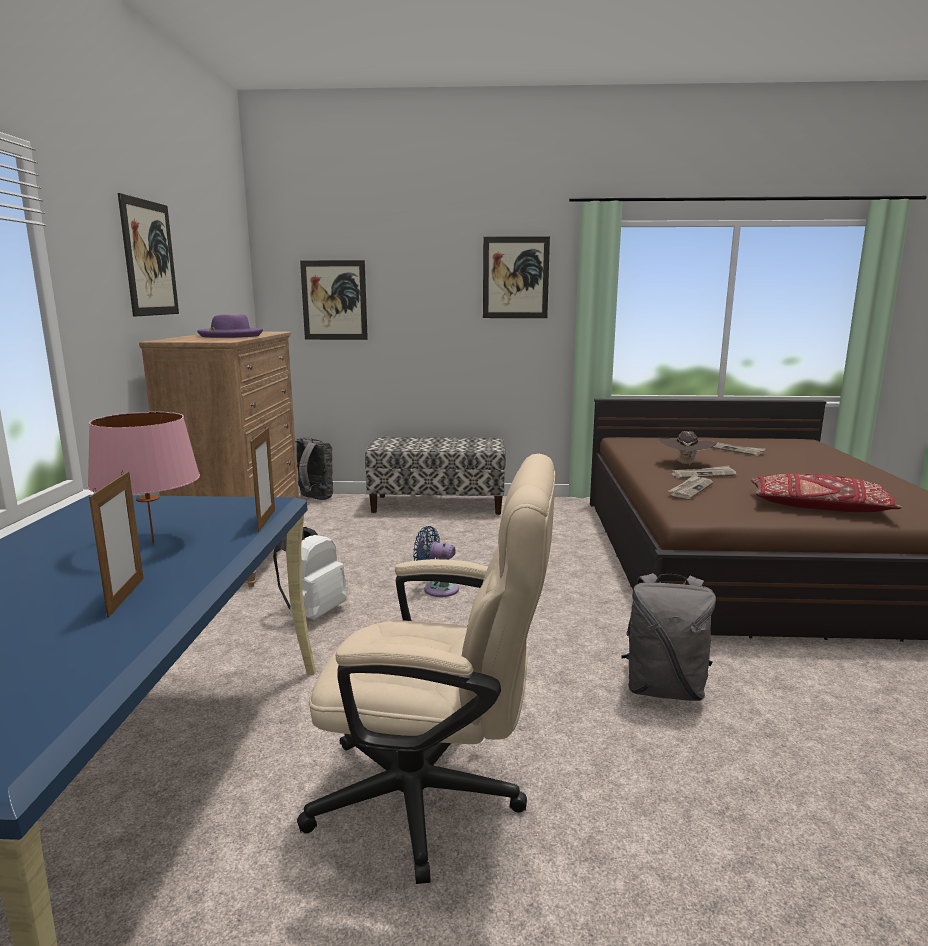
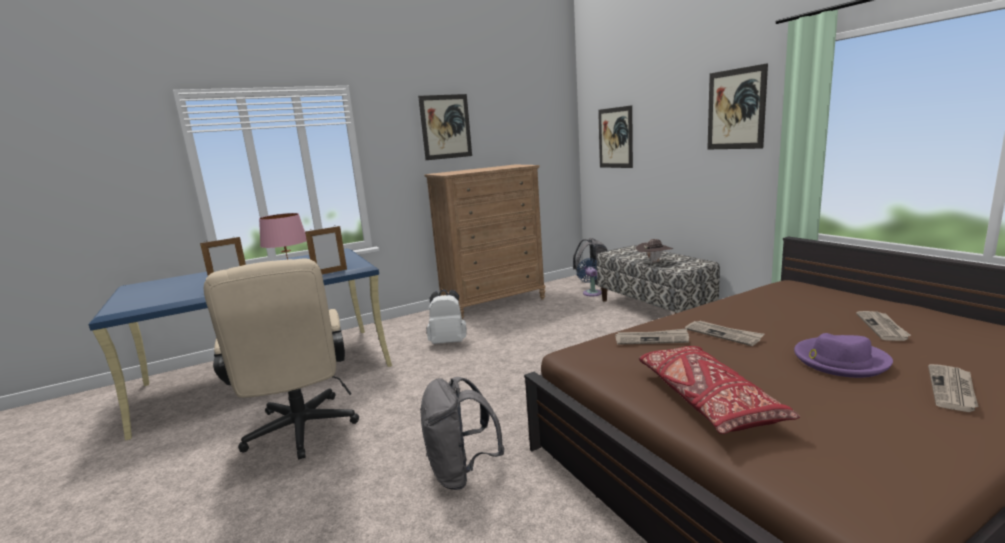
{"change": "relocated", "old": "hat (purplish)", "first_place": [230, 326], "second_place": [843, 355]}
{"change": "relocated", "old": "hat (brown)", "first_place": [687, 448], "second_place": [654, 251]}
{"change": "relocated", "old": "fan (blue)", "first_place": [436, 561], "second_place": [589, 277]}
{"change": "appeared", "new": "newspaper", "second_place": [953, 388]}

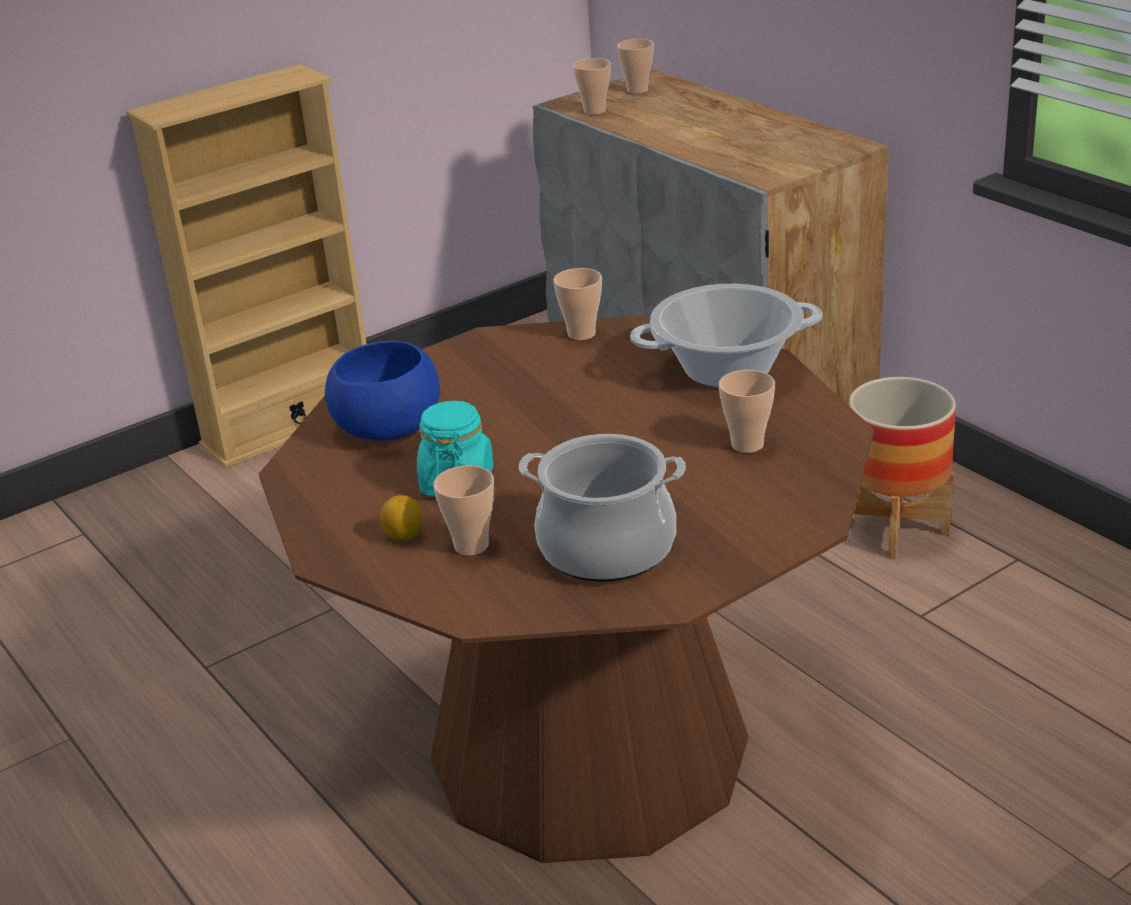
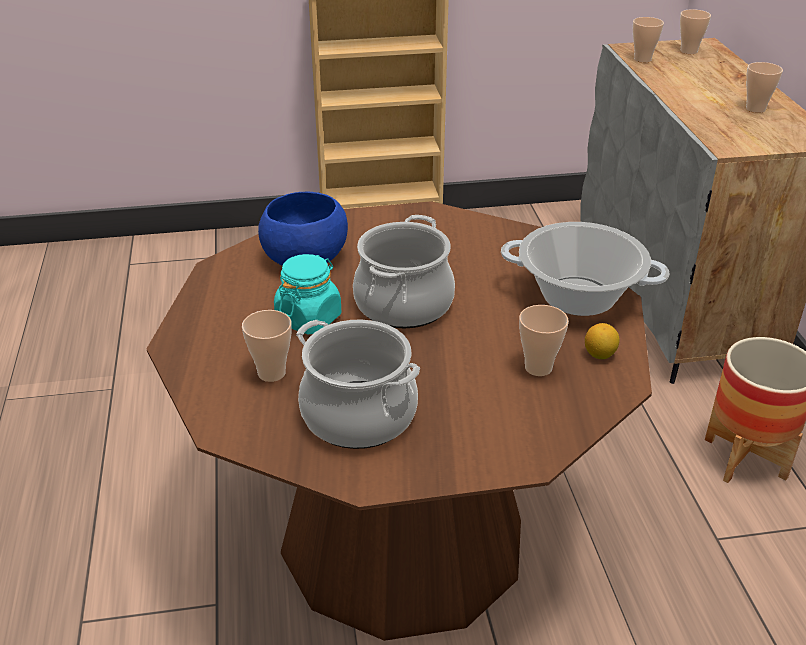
{"change": "relocated", "old": "drinking cup", "first_place": [577, 304], "second_place": [764, 87]}
{"change": "relocated", "old": "lemon", "first_place": [401, 518], "second_place": [602, 341]}
{"change": "appeared", "new": "saucepot", "second_place": [404, 271]}

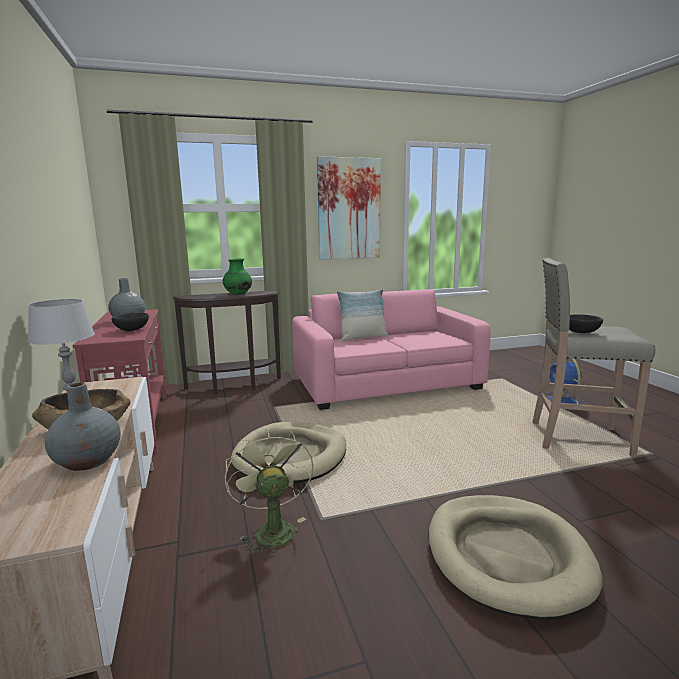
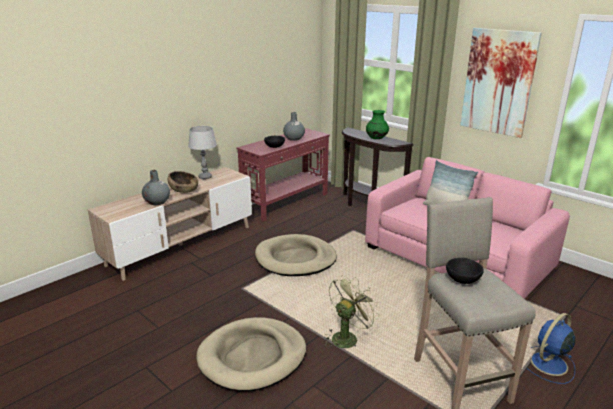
{"change": "relocated", "old": "fan (greenish)", "first_place": [269, 493], "second_place": [352, 311]}

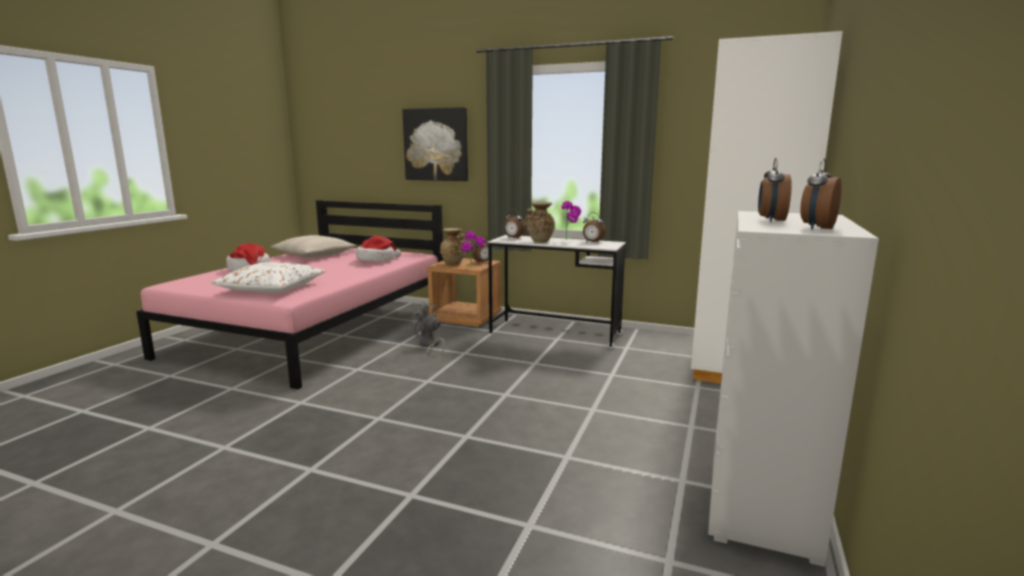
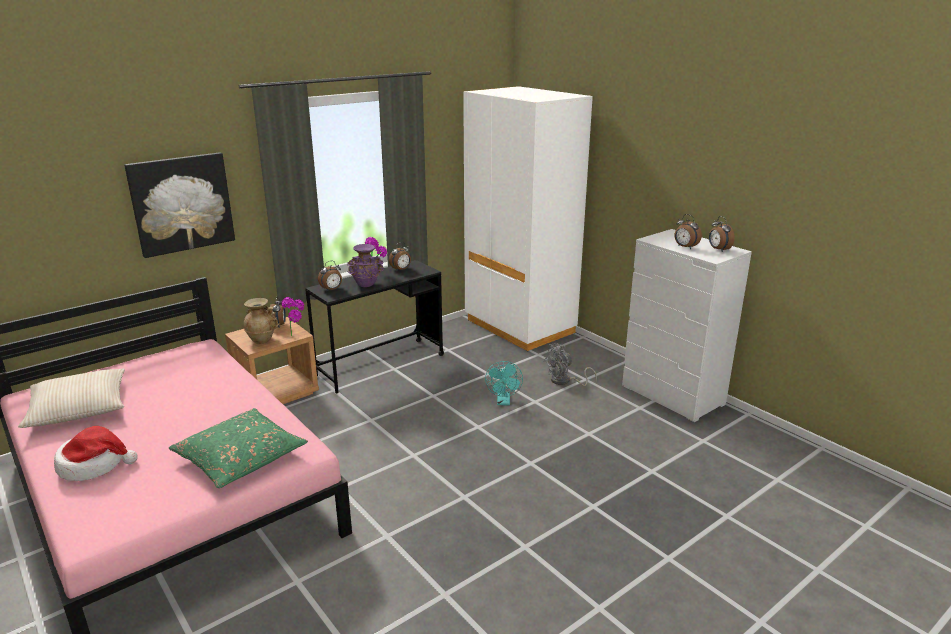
{"change": "colour", "old": "decorative vase (beige)", "new": "decorative vase (purplish)", "first_place": [539, 222], "second_place": [365, 265]}
{"change": "colour", "old": "desk unit (whitish)", "new": "desk unit (black-coloured)", "first_place": [557, 292], "second_place": [374, 327]}
{"change": "missing", "old": "hat", "first_place": [378, 249]}
{"change": "colour", "old": "throw pillow (whitish)", "new": "throw pillow (greenish)", "first_place": [268, 277], "second_place": [238, 448]}
{"change": "relocated", "old": "fan (gray)", "first_place": [428, 329], "second_place": [570, 364]}
{"change": "appeared", "new": "fan (turquoise-coloured)", "second_place": [504, 383]}

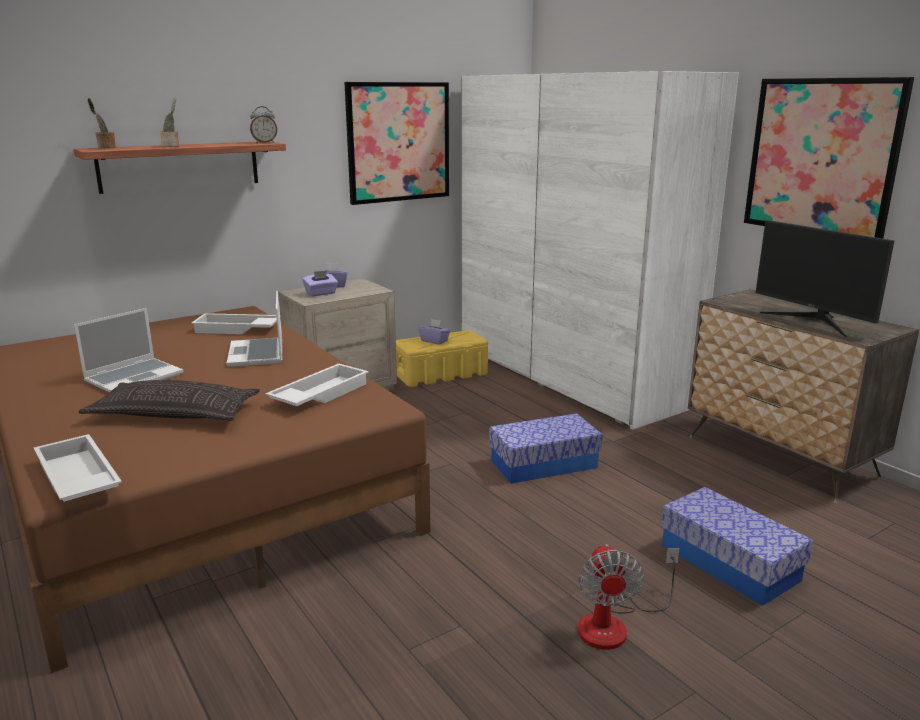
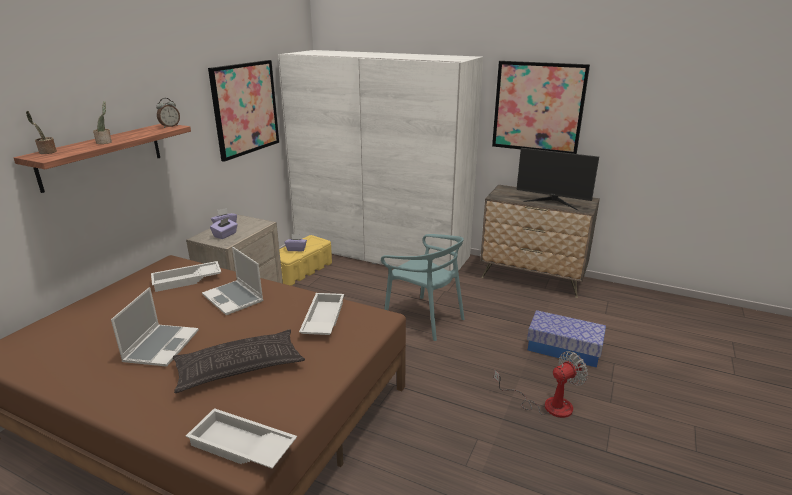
{"change": "exchanged", "old": "storage bin", "new": "plain chair (turquoise-coloured)", "first_place": [546, 448], "second_place": [423, 287]}
{"change": "spun", "old": "fan", "first_place": [628, 597], "second_place": [541, 384], "degrees": -90}

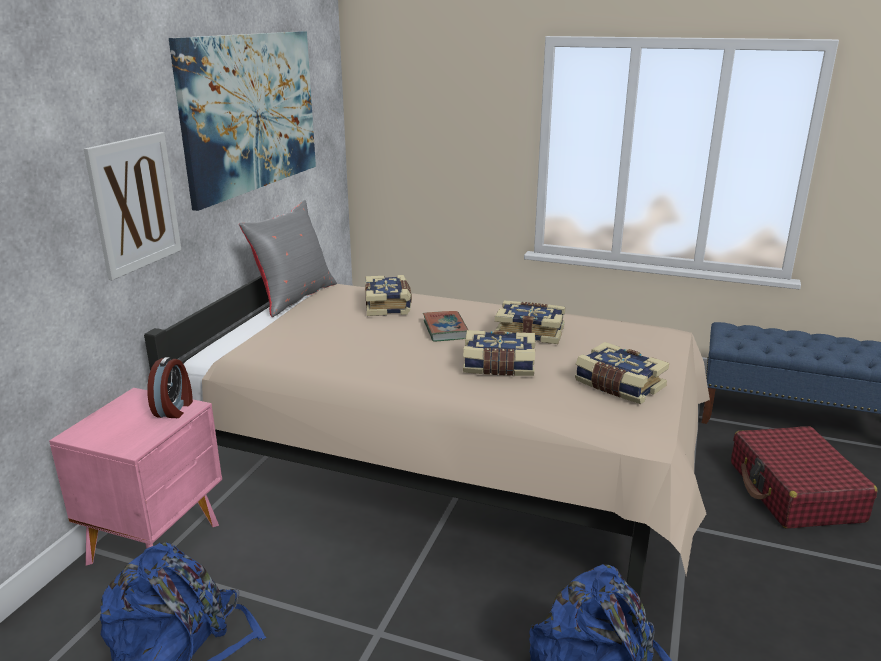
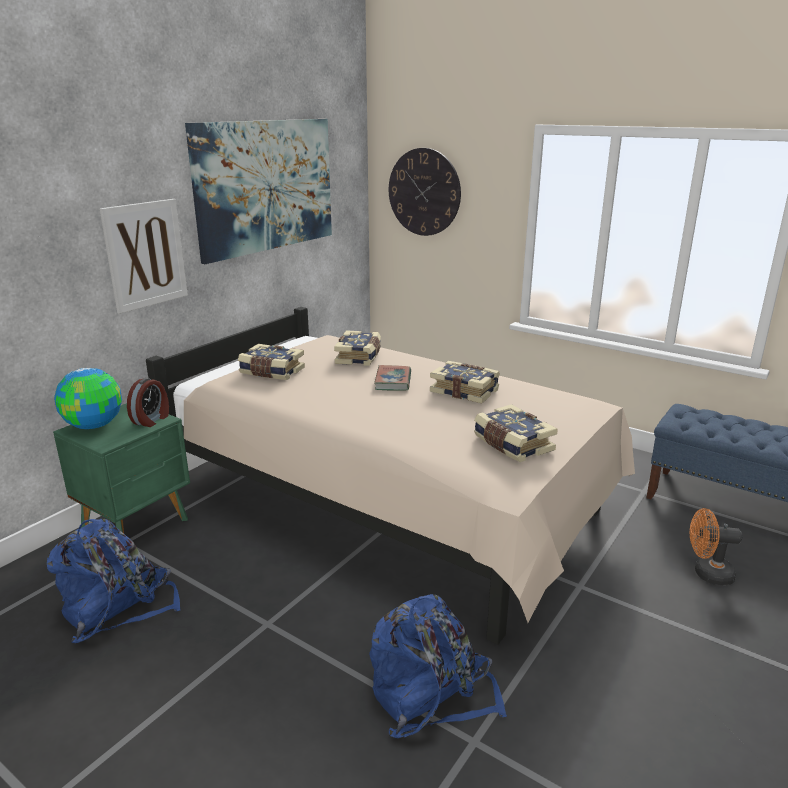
{"change": "missing", "old": "throw pillow (gray)", "first_place": [288, 258]}
{"change": "relocated", "old": "book", "first_place": [499, 353], "second_place": [271, 362]}
{"change": "colour", "old": "night table (pink-coloured)", "new": "night table (greenish)", "first_place": [135, 477], "second_place": [121, 468]}
{"change": "exchanged", "old": "suitcase (red)", "new": "fan (orange-coloured)", "first_place": [804, 477], "second_place": [716, 546]}
{"change": "appeared", "new": "hanging clock", "second_place": [425, 192]}
{"change": "appeared", "new": "world globe", "second_place": [88, 398]}

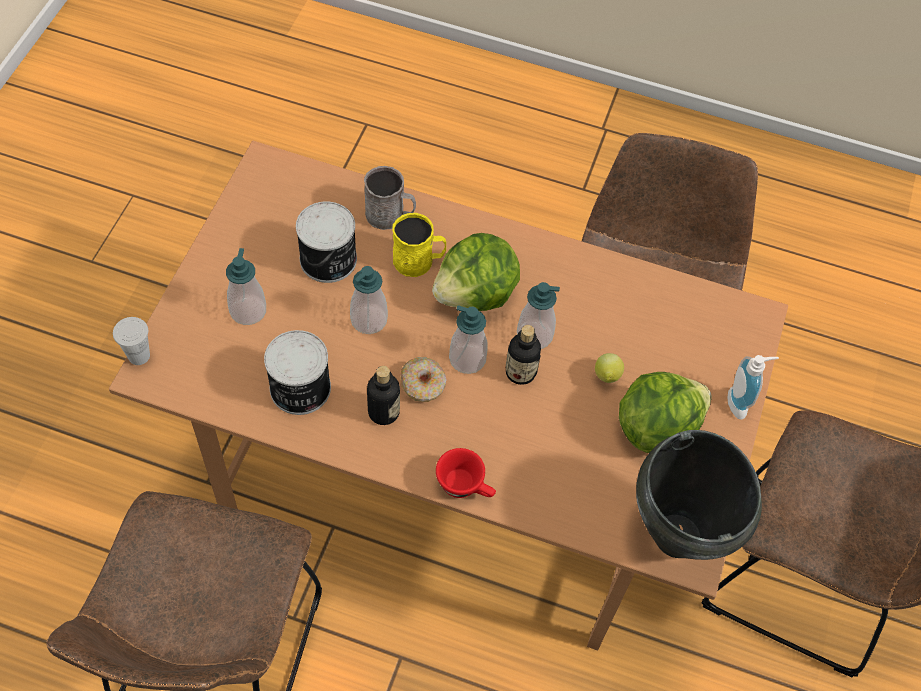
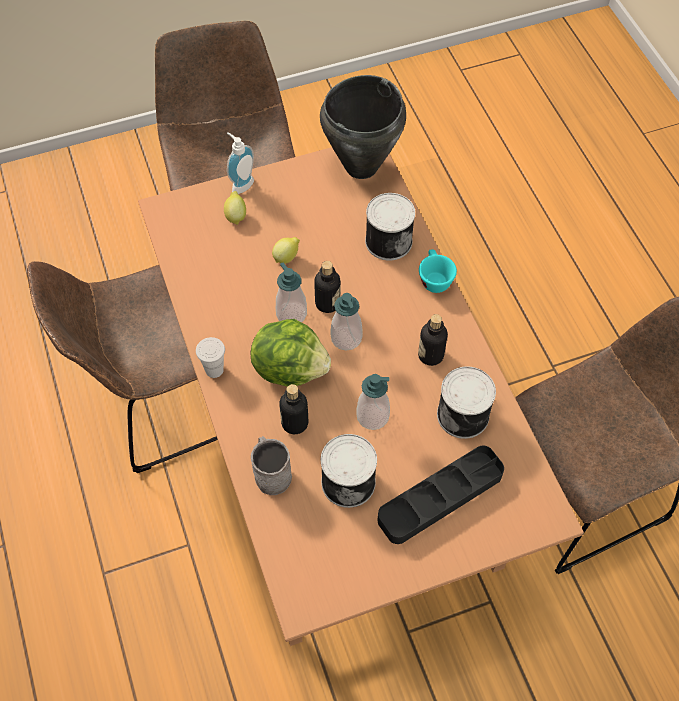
{"change": "exchanged", "old": "coffee mug (yellowish)", "new": "bottle", "first_place": [419, 245], "second_place": [293, 409]}
{"change": "exchanged", "old": "soap dispenser", "new": "serving tray (black-coloured)", "first_place": [246, 286], "second_place": [441, 495]}
{"change": "relocated", "old": "drinking cup (whitish)", "first_place": [131, 341], "second_place": [210, 357]}
{"change": "missing", "old": "donut", "first_place": [423, 379]}
{"change": "missing", "old": "lettuce head", "first_place": [665, 412]}
{"change": "colour", "old": "drinking cup (red)", "new": "drinking cup (turquoise-coloured)", "first_place": [466, 473], "second_place": [438, 271]}
{"change": "appeared", "new": "lemon", "second_place": [235, 208]}
{"change": "appeared", "new": "sealed can", "second_place": [390, 227]}

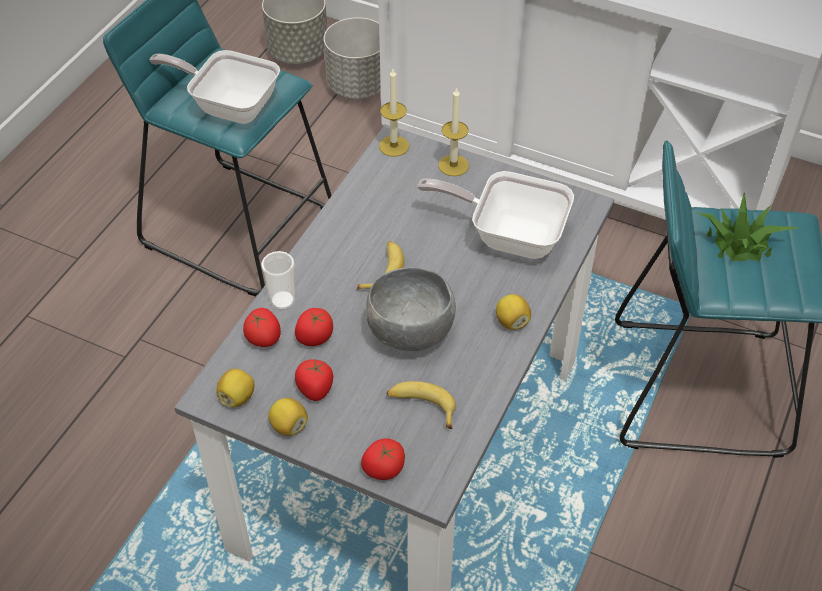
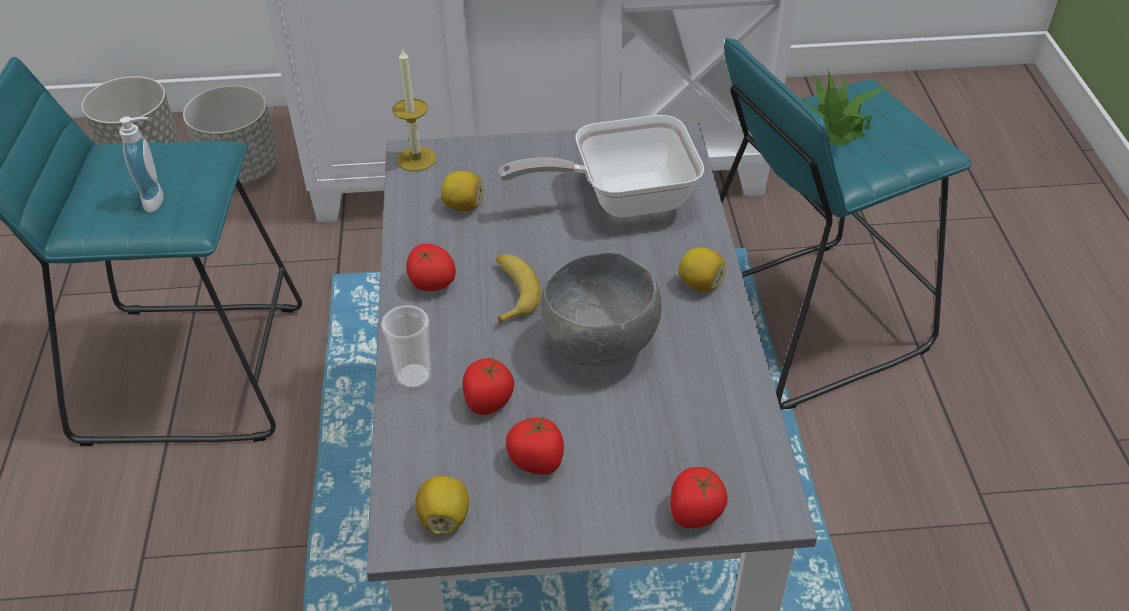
{"change": "exchanged", "old": "pan", "new": "soap dispenser", "first_place": [215, 87], "second_place": [141, 165]}
{"change": "missing", "old": "wax light", "first_place": [453, 132]}
{"change": "relocated", "old": "fresh tomato", "first_place": [262, 327], "second_place": [431, 267]}
{"change": "missing", "old": "whole banana", "first_place": [421, 405]}
{"change": "relocated", "old": "lemon", "first_place": [288, 417], "second_place": [462, 191]}

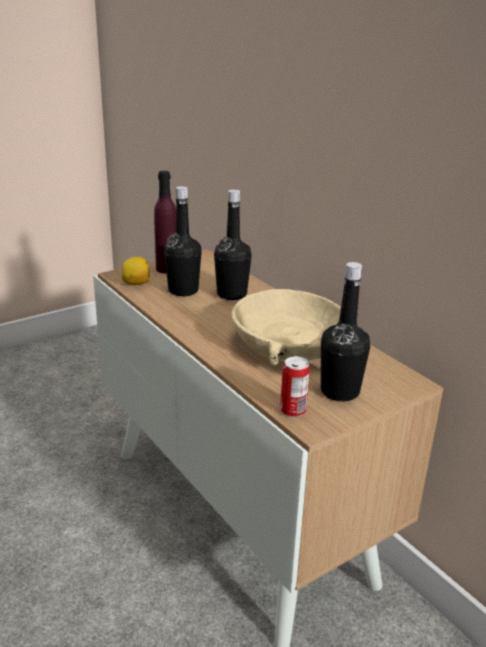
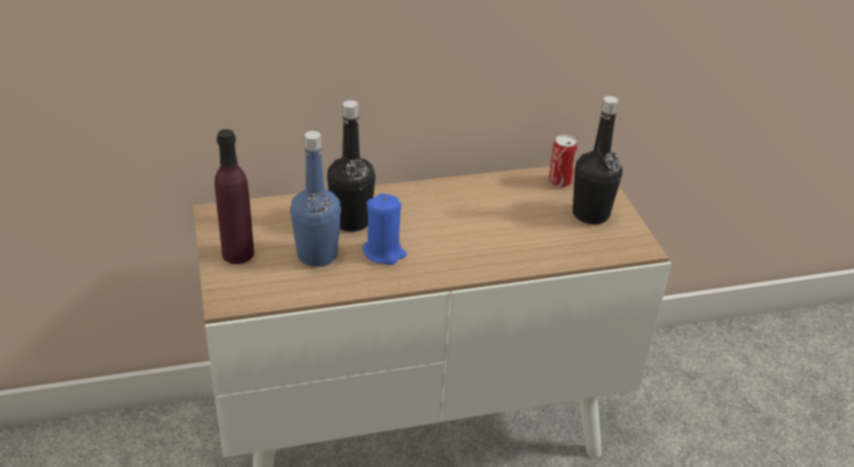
{"change": "colour", "old": "bottle (black-coloured)", "new": "bottle (blue)", "first_place": [183, 241], "second_place": [315, 199]}
{"change": "missing", "old": "lemon", "first_place": [135, 271]}
{"change": "missing", "old": "serving bowl (beige)", "first_place": [286, 327]}
{"change": "relocated", "old": "sealed can", "first_place": [295, 386], "second_place": [563, 161]}
{"change": "appeared", "new": "wax light (blue)", "second_place": [385, 229]}

